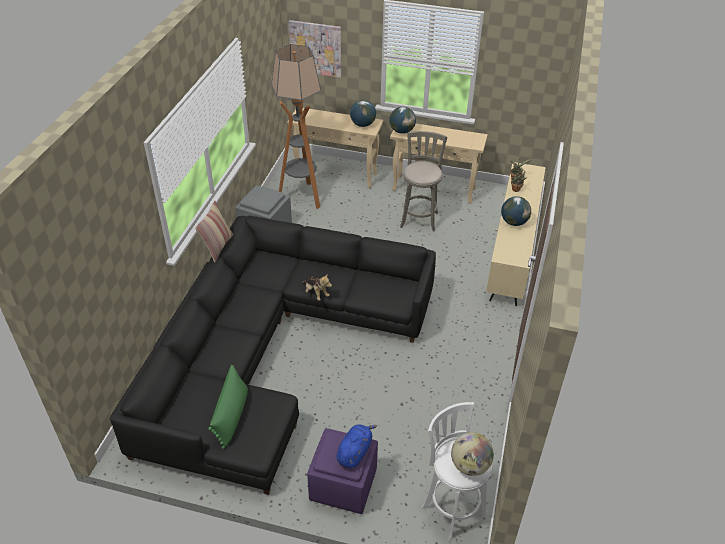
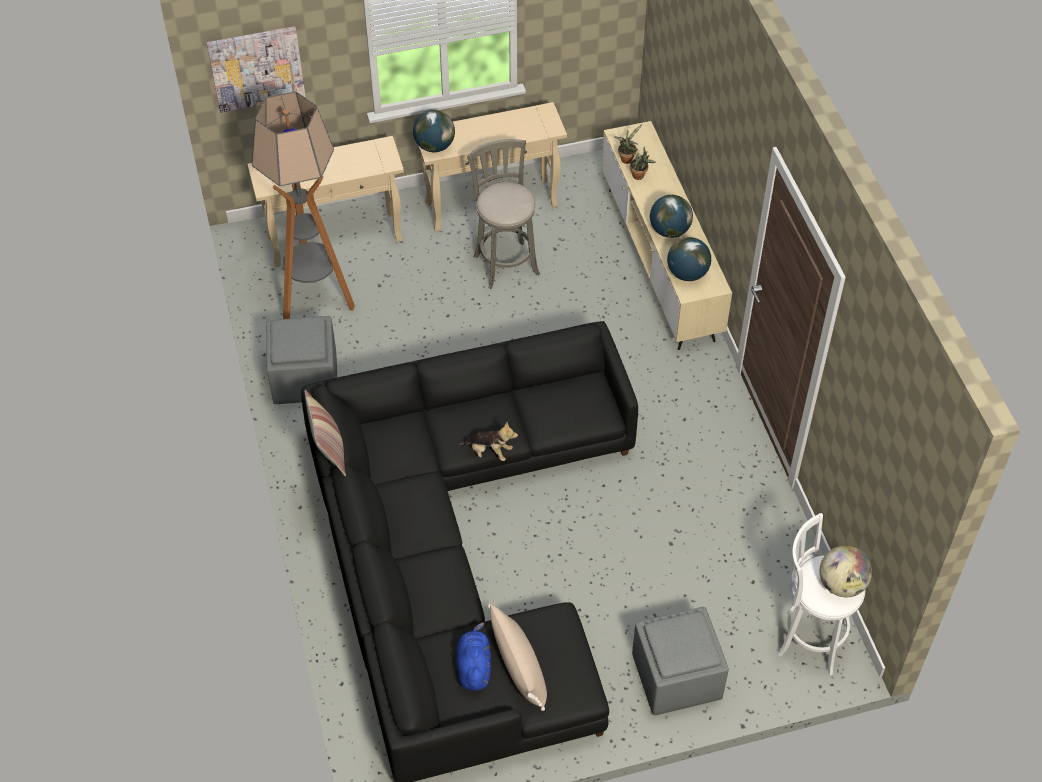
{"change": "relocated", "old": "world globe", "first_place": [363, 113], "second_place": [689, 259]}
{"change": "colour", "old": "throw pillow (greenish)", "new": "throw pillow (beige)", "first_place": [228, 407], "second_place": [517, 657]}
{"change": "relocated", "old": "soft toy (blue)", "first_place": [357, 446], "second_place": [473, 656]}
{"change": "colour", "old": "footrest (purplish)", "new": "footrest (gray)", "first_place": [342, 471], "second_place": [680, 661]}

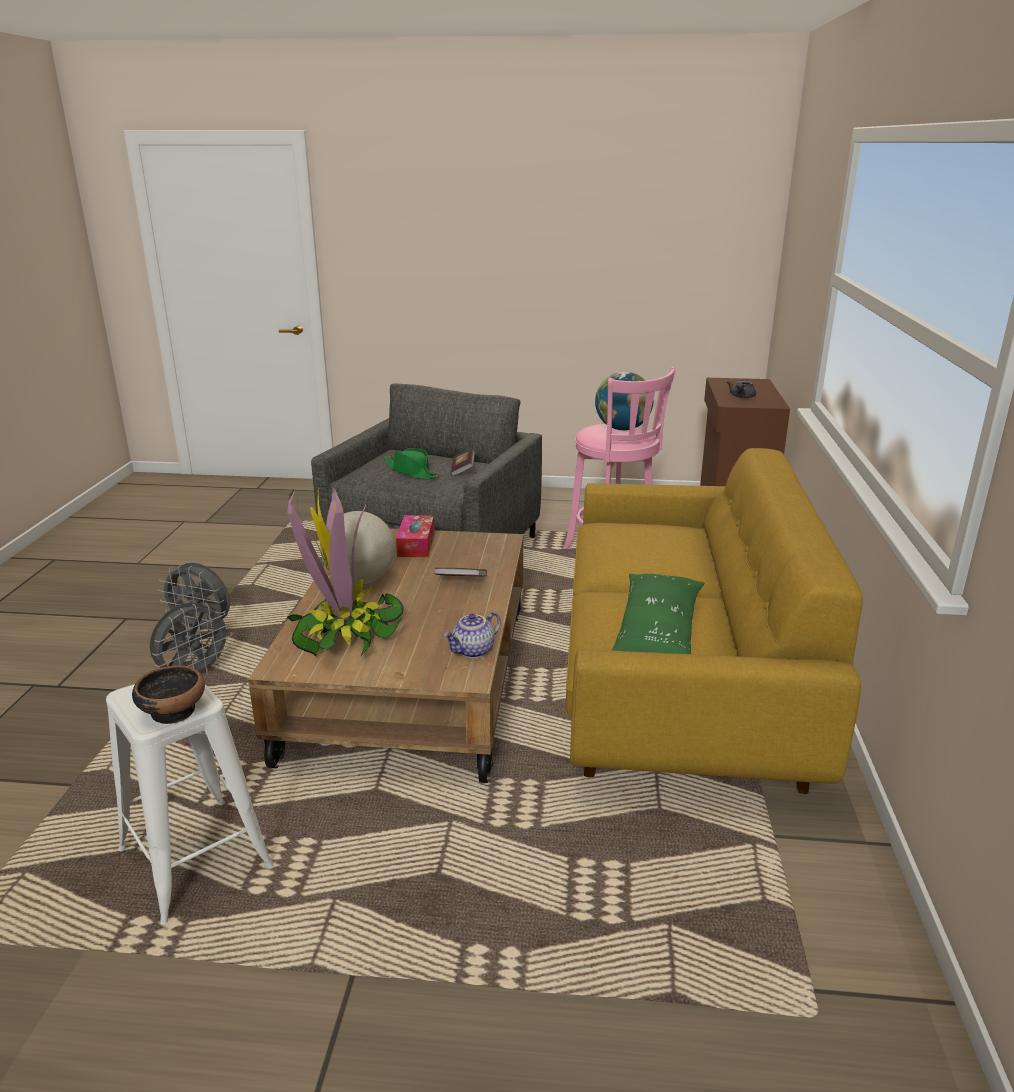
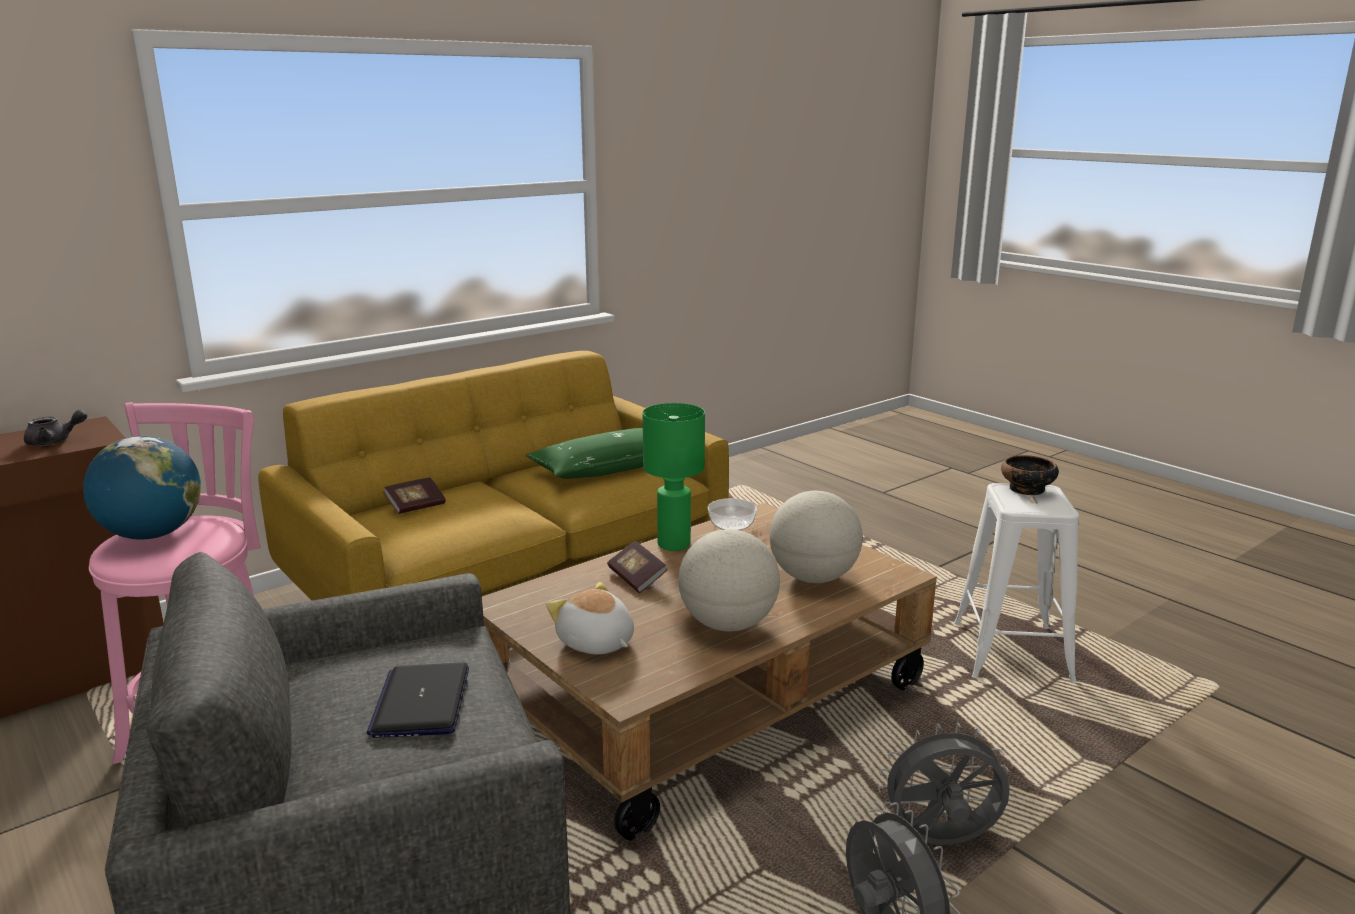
{"change": "exchanged", "old": "hat (greenish)", "new": "laptop", "first_place": [411, 463], "second_place": [418, 700]}
{"change": "relocated", "old": "book", "first_place": [463, 462], "second_place": [414, 495]}
{"change": "exchanged", "old": "houseplant", "new": "world globe", "first_place": [345, 571], "second_place": [816, 537]}
{"change": "exchanged", "old": "box of tissues", "new": "soft toy", "first_place": [415, 536], "second_place": [590, 618]}
{"change": "exchanged", "old": "pot for tea", "new": "serving bowl", "first_place": [472, 635], "second_place": [732, 514]}
{"change": "appeared", "new": "tabletop lamp (greenish)", "second_place": [674, 477]}

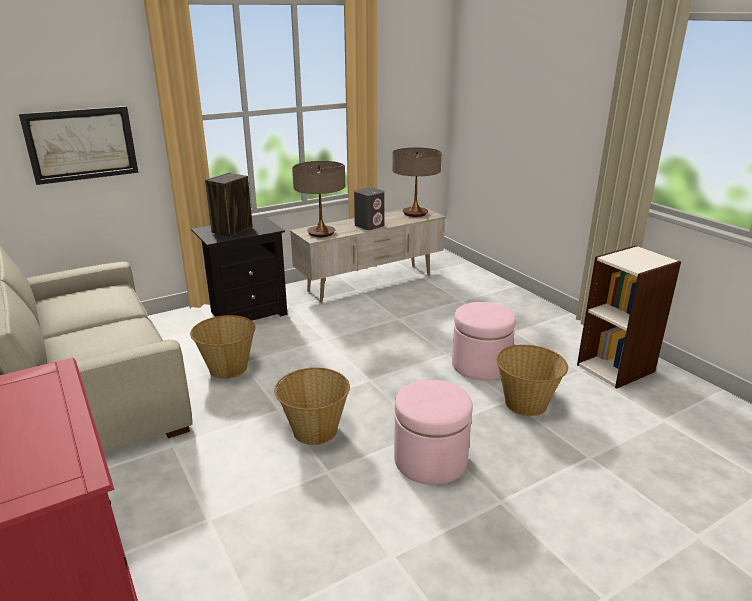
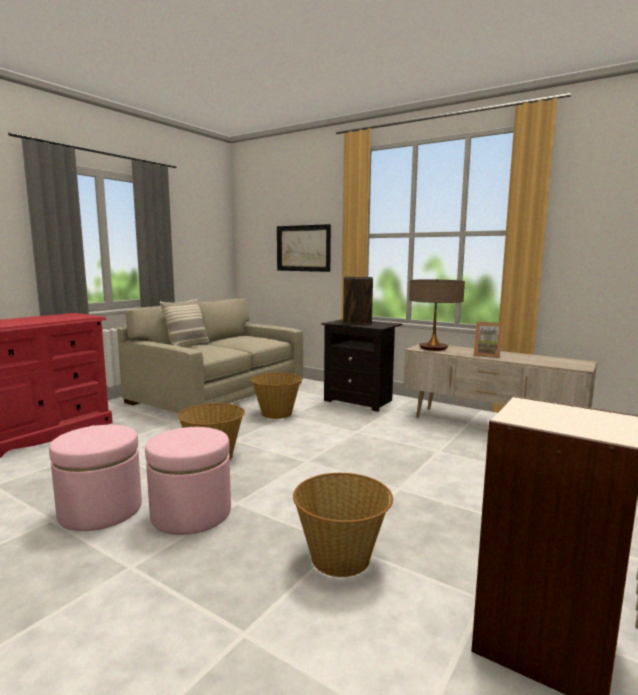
{"change": "missing", "old": "tabletop lamp", "first_place": [417, 182]}
{"change": "exchanged", "old": "loudspeaker (gray)", "new": "standing frame", "first_place": [369, 208], "second_place": [488, 340]}
{"change": "relocated", "old": "footrest (pink-coloured)", "first_place": [484, 341], "second_place": [95, 478]}
{"change": "appeared", "new": "throw pillow", "second_place": [185, 323]}

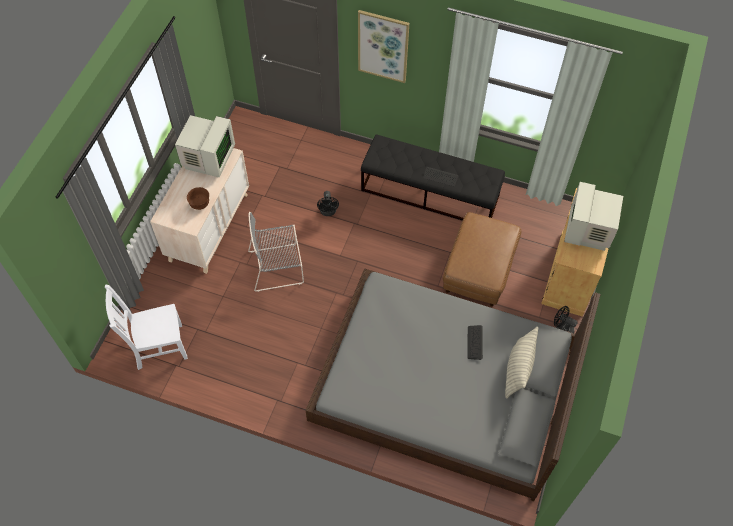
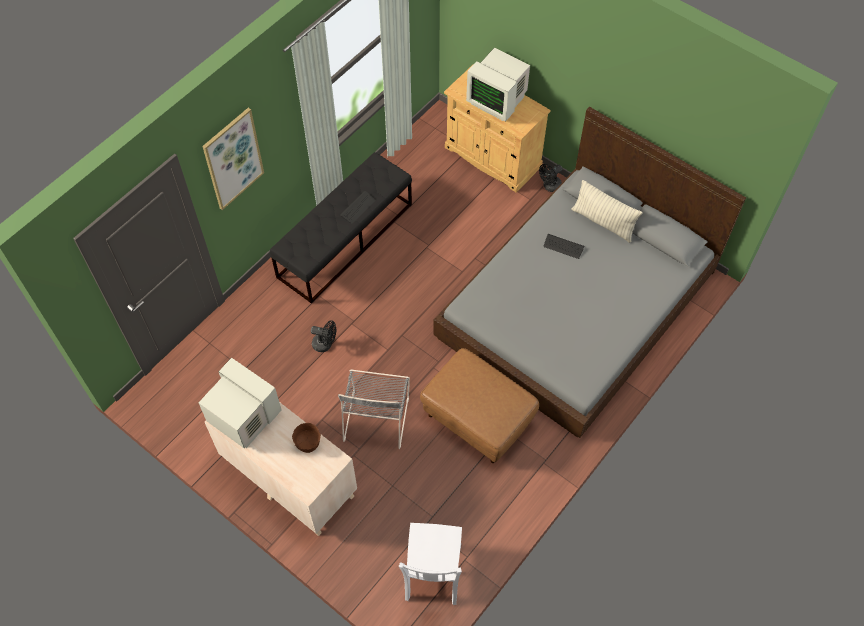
{"change": "relocated", "old": "footrest (brown)", "first_place": [482, 259], "second_place": [479, 405]}

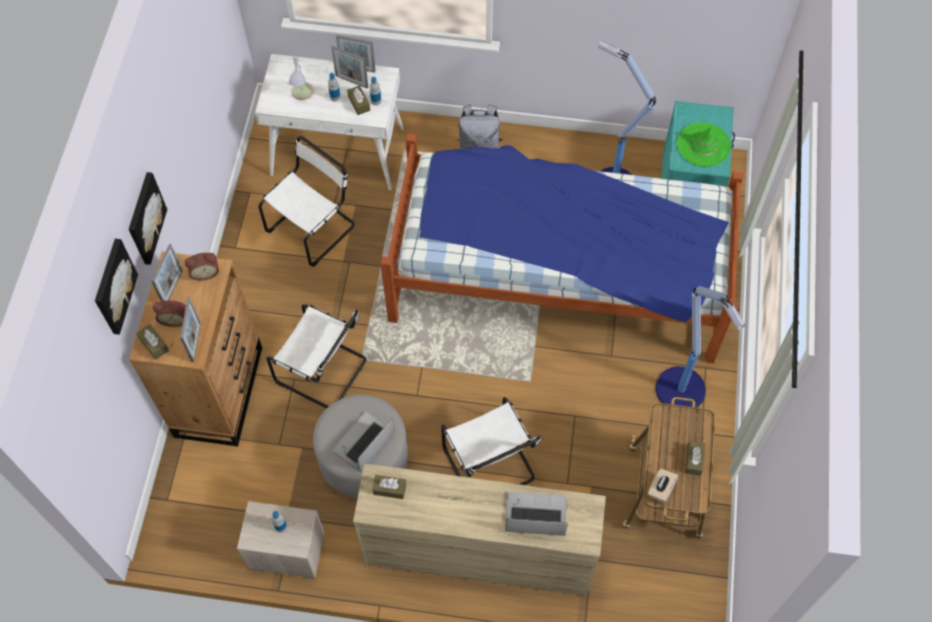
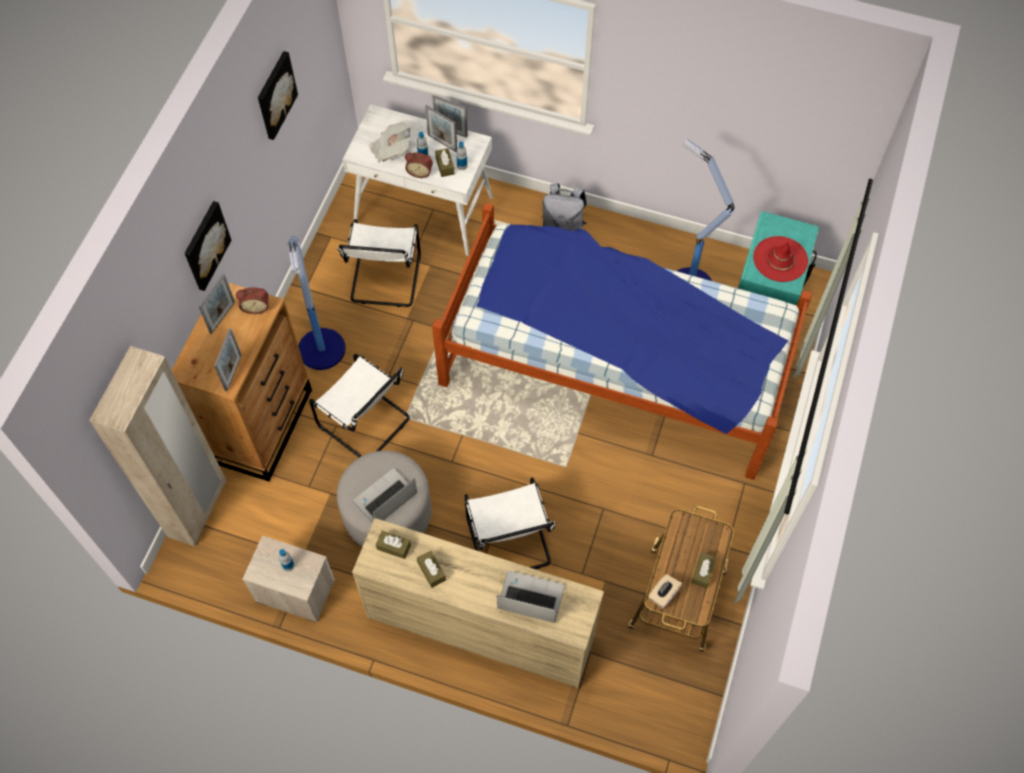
{"change": "exchanged", "old": "tabletop lamp", "new": "newspaper", "first_place": [301, 78], "second_place": [391, 142]}
{"change": "colour", "old": "hat (greenish)", "new": "hat (red)", "first_place": [704, 145], "second_place": [780, 259]}
{"change": "spun", "old": "plain chair (whitish)", "first_place": [306, 201], "second_place": [379, 263], "degrees": 135}
{"change": "relocated", "old": "wall art", "first_place": [116, 287], "second_place": [278, 95]}
{"change": "relocated", "old": "standing lamp", "first_place": [700, 347], "second_place": [316, 303]}
{"change": "relocated", "old": "bedside clock", "first_place": [169, 313], "second_place": [419, 165]}
{"change": "relocated", "old": "box of tissues (brown)", "first_place": [152, 342], "second_place": [431, 569]}
{"change": "appeared", "new": "clothes cupboard (beige)", "second_place": [157, 446]}

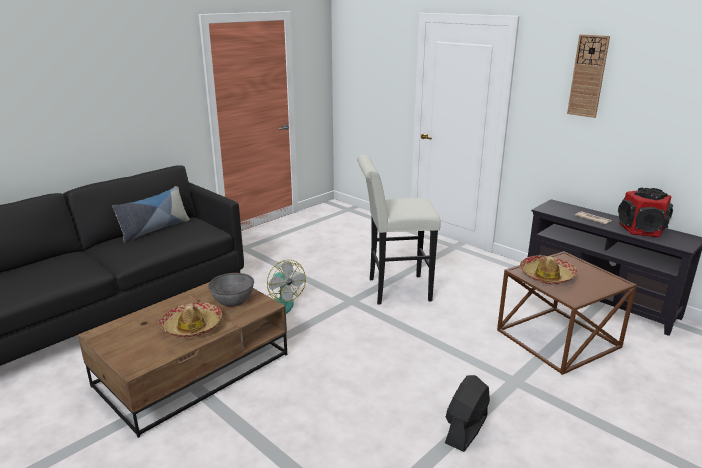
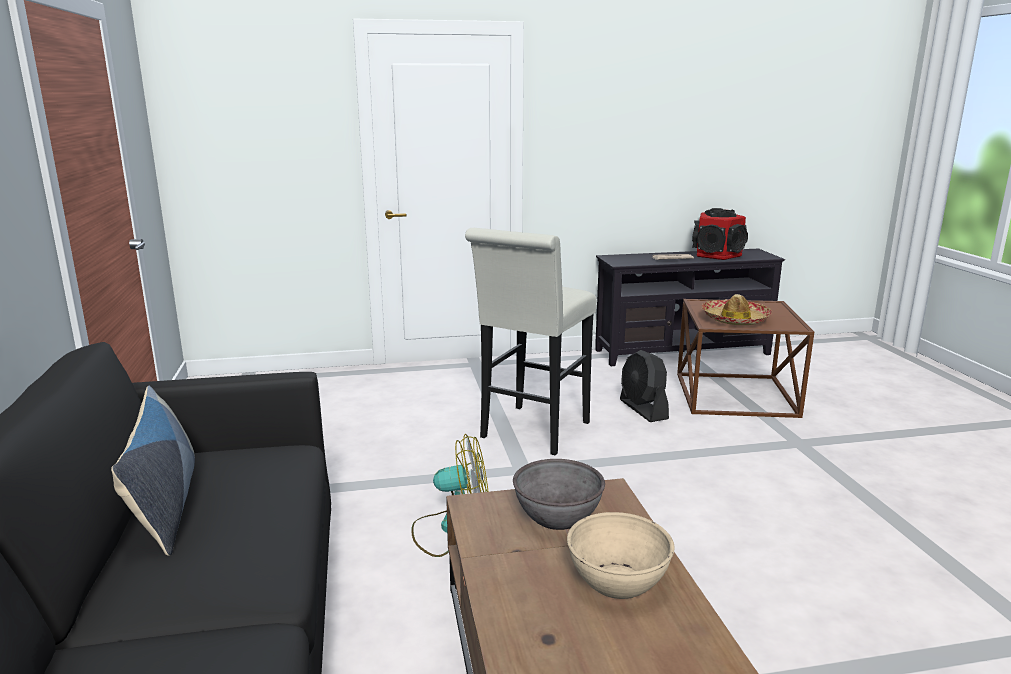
{"change": "missing", "old": "hanging clock", "first_place": [588, 76]}
{"change": "exchanged", "old": "hat", "new": "serving bowl (beige)", "first_place": [190, 320], "second_place": [621, 555]}
{"change": "relocated", "old": "fan (black-coloured)", "first_place": [467, 413], "second_place": [644, 386]}

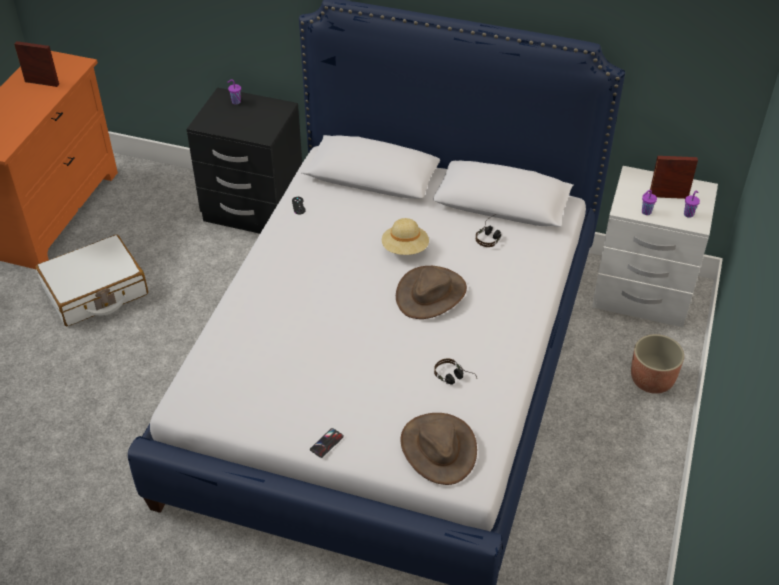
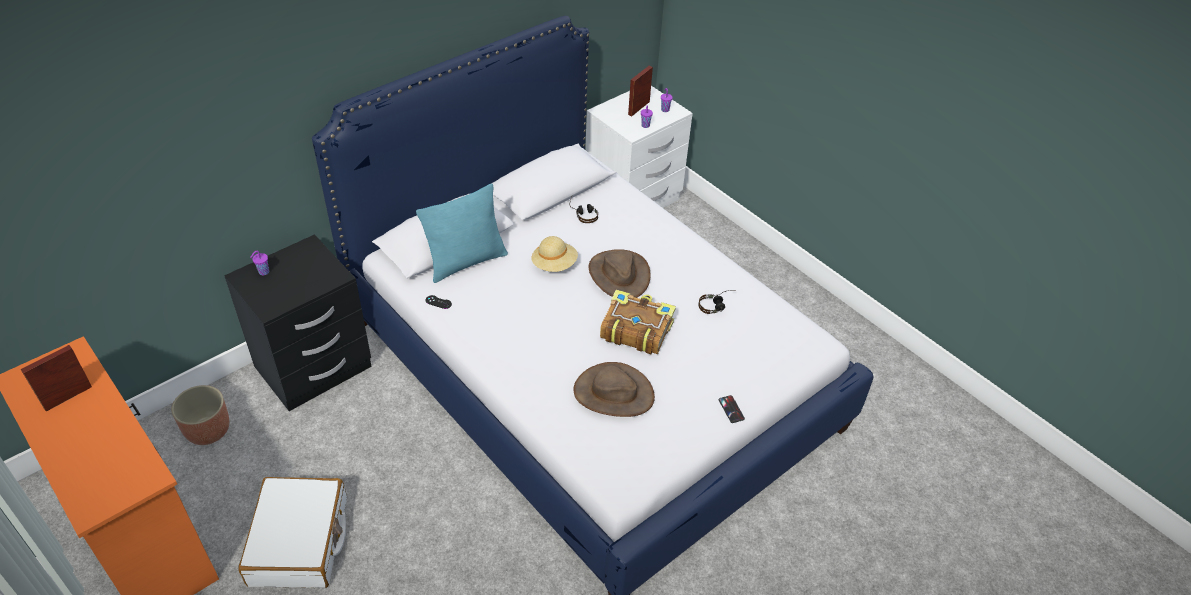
{"change": "relocated", "old": "flower pot", "first_place": [657, 364], "second_place": [200, 415]}
{"change": "relocated", "old": "hat (brown)", "first_place": [438, 449], "second_place": [614, 389]}
{"change": "appeared", "new": "throw pillow (turquoise-coloured)", "second_place": [462, 233]}
{"change": "appeared", "new": "book", "second_place": [638, 322]}

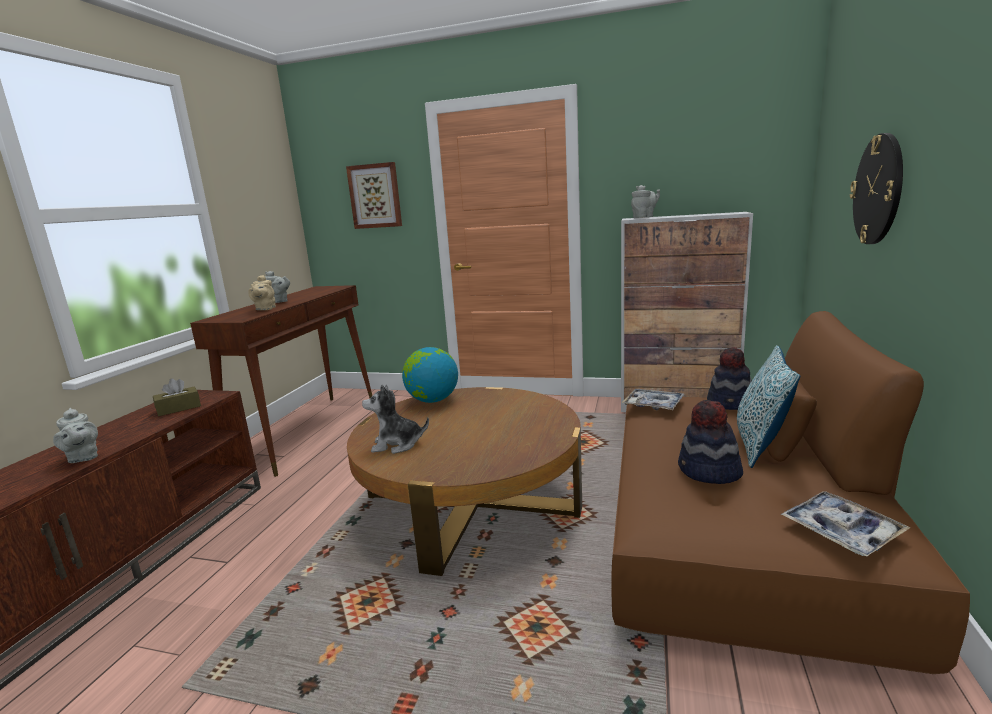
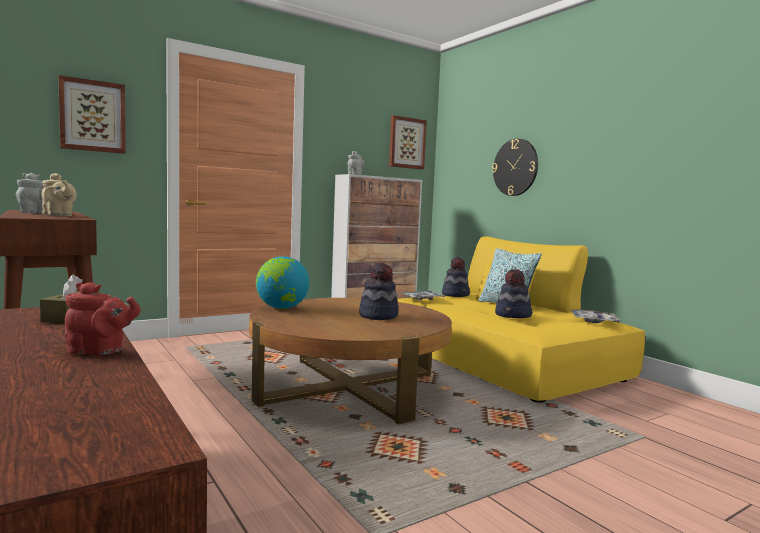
{"change": "colour", "old": "settee (brown)", "new": "settee (yellowish)", "first_place": [790, 492], "second_place": [521, 319]}
{"change": "missing", "old": "soft toy", "first_place": [395, 419]}
{"change": "colour", "old": "pot for tea (gray)", "new": "pot for tea (red)", "first_place": [75, 435], "second_place": [103, 318]}
{"change": "appeared", "new": "wall art", "second_place": [408, 142]}
{"change": "appeared", "new": "hat", "second_place": [379, 291]}

